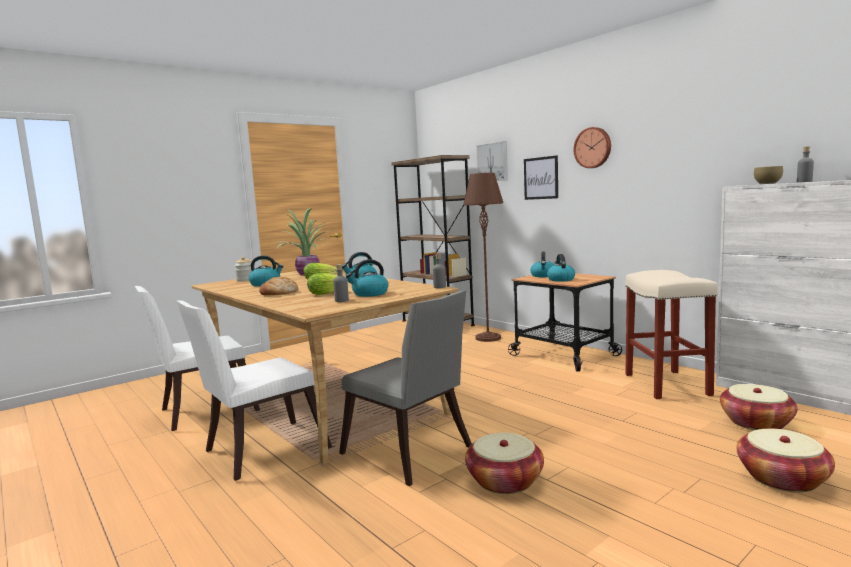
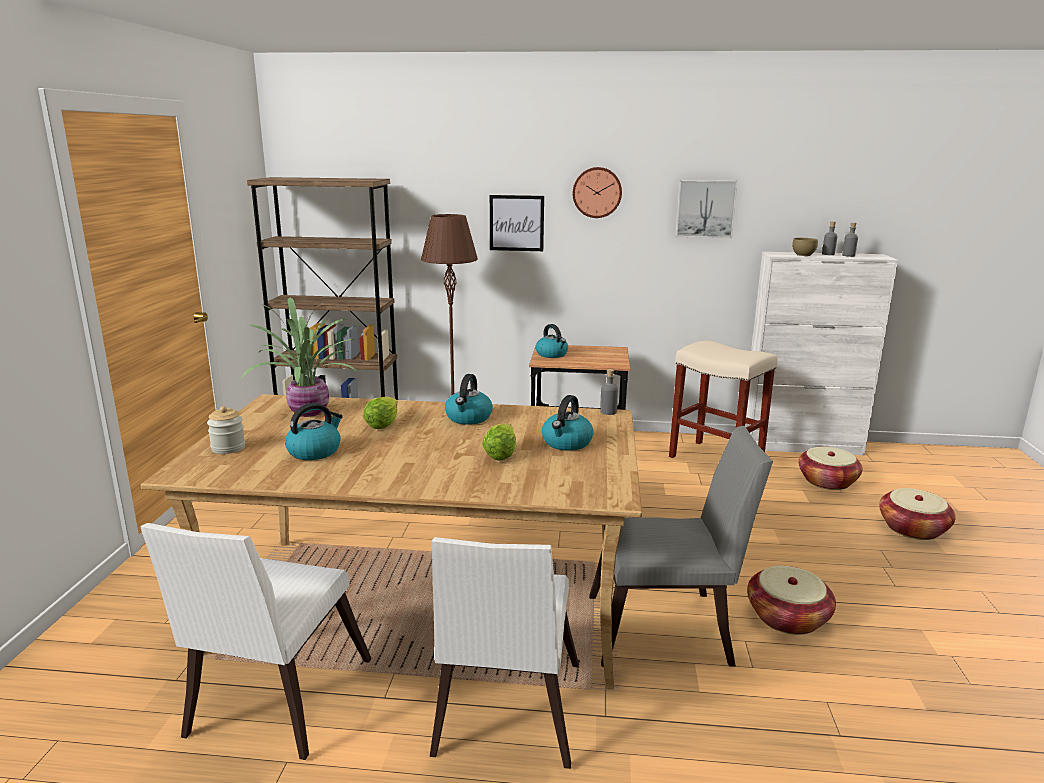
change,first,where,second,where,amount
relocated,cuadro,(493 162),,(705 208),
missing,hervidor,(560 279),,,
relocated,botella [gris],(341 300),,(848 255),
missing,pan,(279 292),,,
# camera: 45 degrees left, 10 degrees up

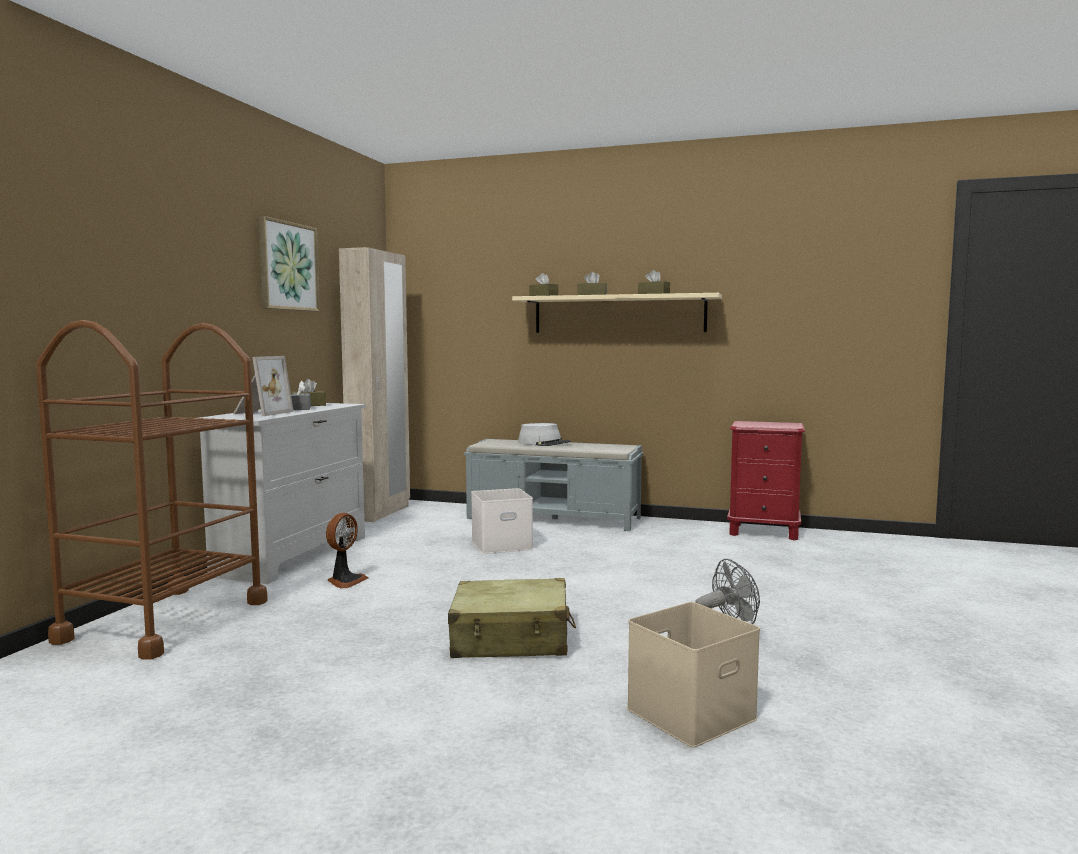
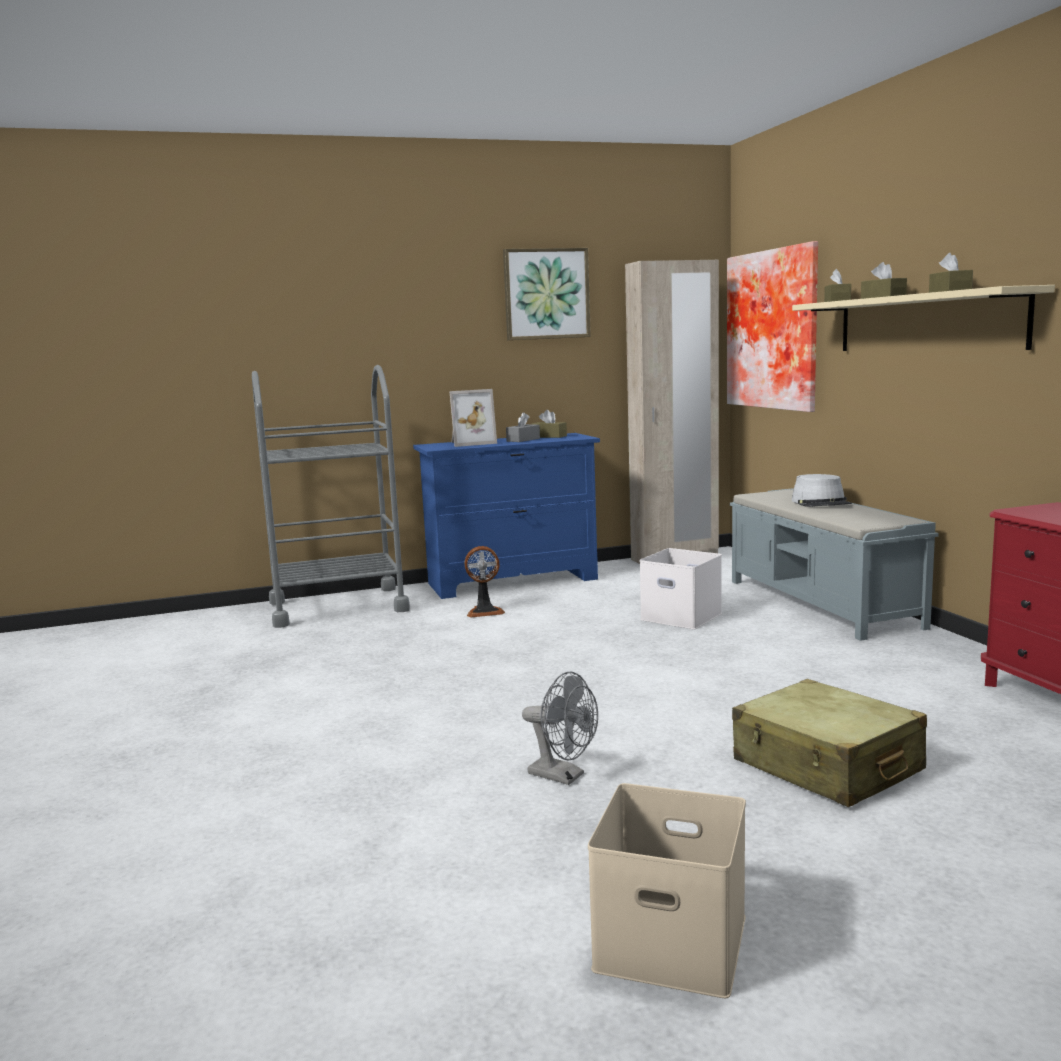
change,first,where,second,where,amount
colour,carrito [marrón],(165 621),carrito [gris],(338 606),
colour,cómoda [blanco],(294 555),cómoda [azul],(513 581),
relocated,maleta [beis],(511 639),,(826 766),
relocated,caja de almacenaje [beis],(691 712),,(674 941),
appeared,,,cuadro,(775 329),
# camera: 55 degrees right, 5 degrees up

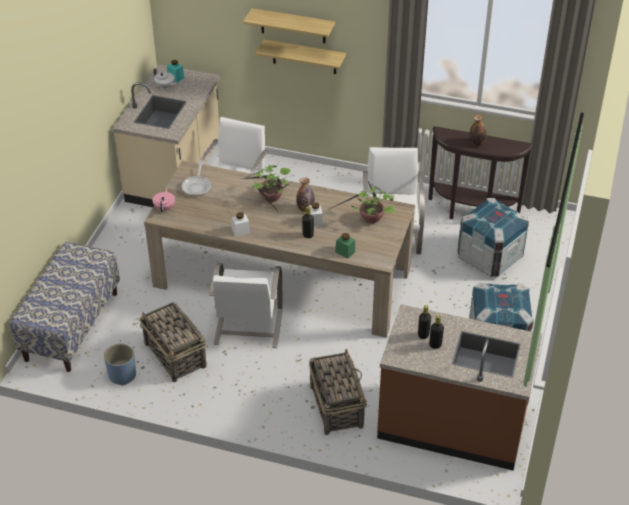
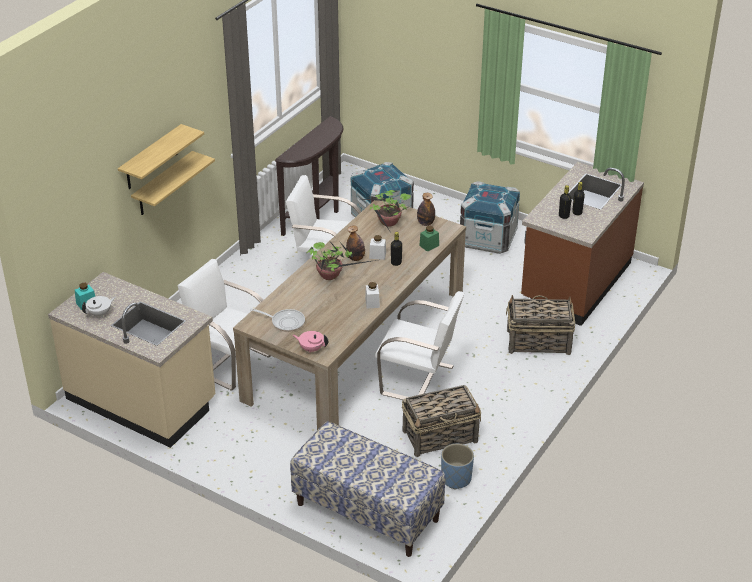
change,first,where,second,where,amount
relocated,botella,(477 143),,(425 223),
# camera: 75 degrees left, 5 degrees down

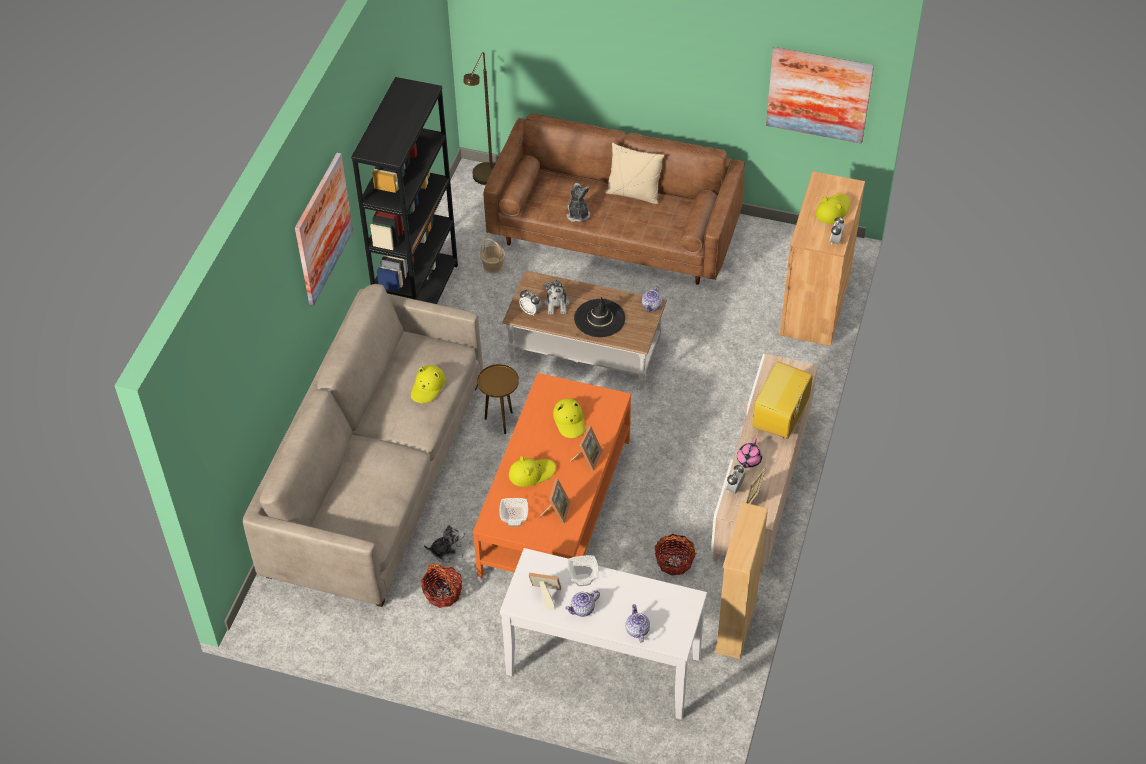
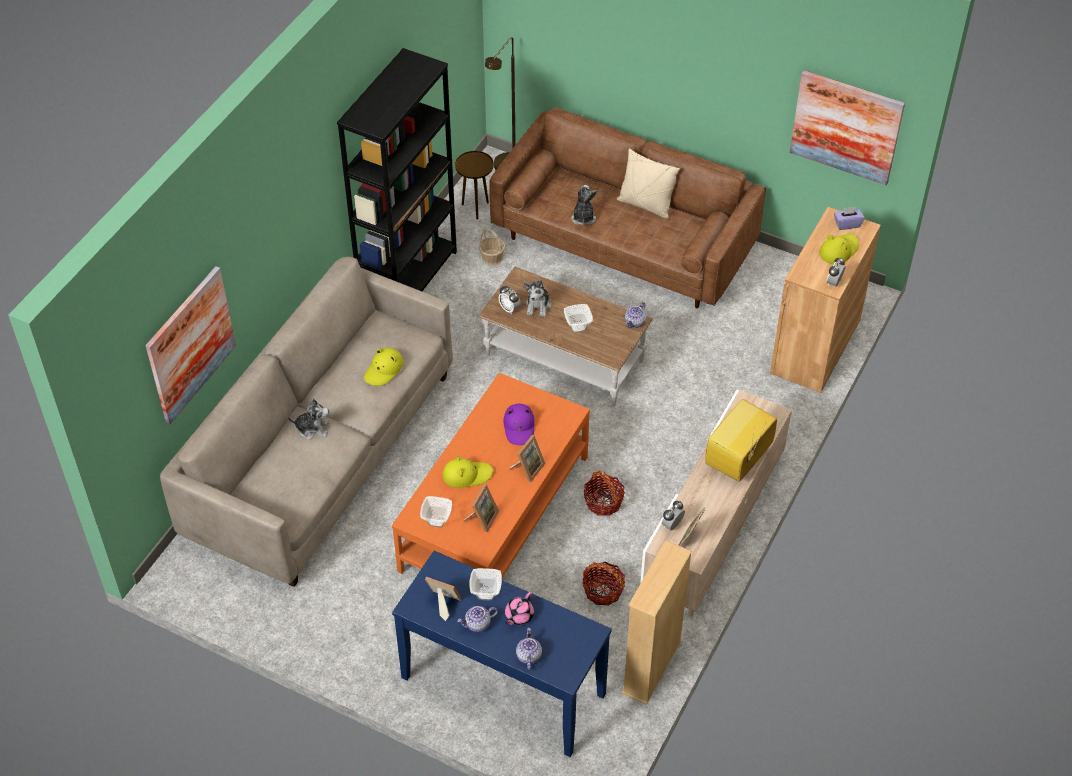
change,first,where,second,where,amount
relocated,cuadro,(322 228),,(190 344),
exchanged,sombrero [negro],(599 318),cuenco,(578 327),
relocated,mesa auxiliar [marrón],(500 421),,(475 208),
colour,sombrero [amarillo],(569 421),sombrero [morado],(519 427),
relocated,tetera [rosa],(748 460),,(518 616),
relocated,peluche,(447 551),,(312 428),
colour,mesa consola [blanco],(603 666),mesa consola [azul],(502 686),
relocated,cesta,(443 593),,(603 502),
appeared,,,caja de pañuelos [morado],(847 224),
# camera: 10 degrees right, 0 degrees up

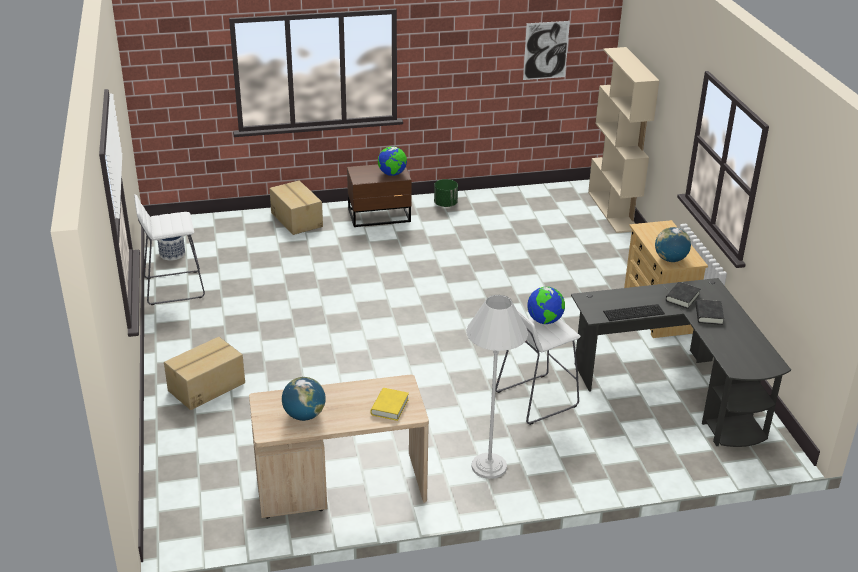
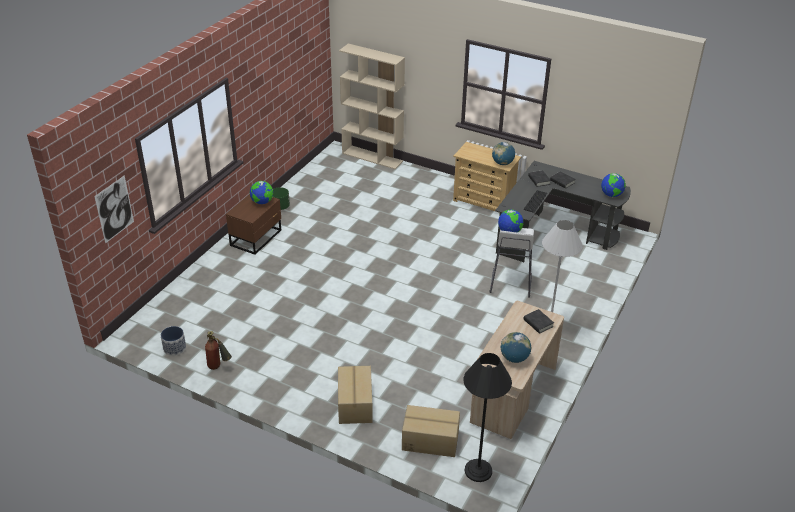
change,first,where,second,where,amount
relocated,cuadro,(546 50),,(114 209),
relocated,caja de cartón,(297 219),,(430 440),
exchanged,taburete [blanco],(173 287),extintor,(219 367),
colour,libro [amarillo],(389 407),libro [negro],(538 323),
appeared,,,globo terráqueo,(611 195),
appeared,,,lámpara de pie [negro],(478 470),
# camera: 50 degrees left, 5 degrees up

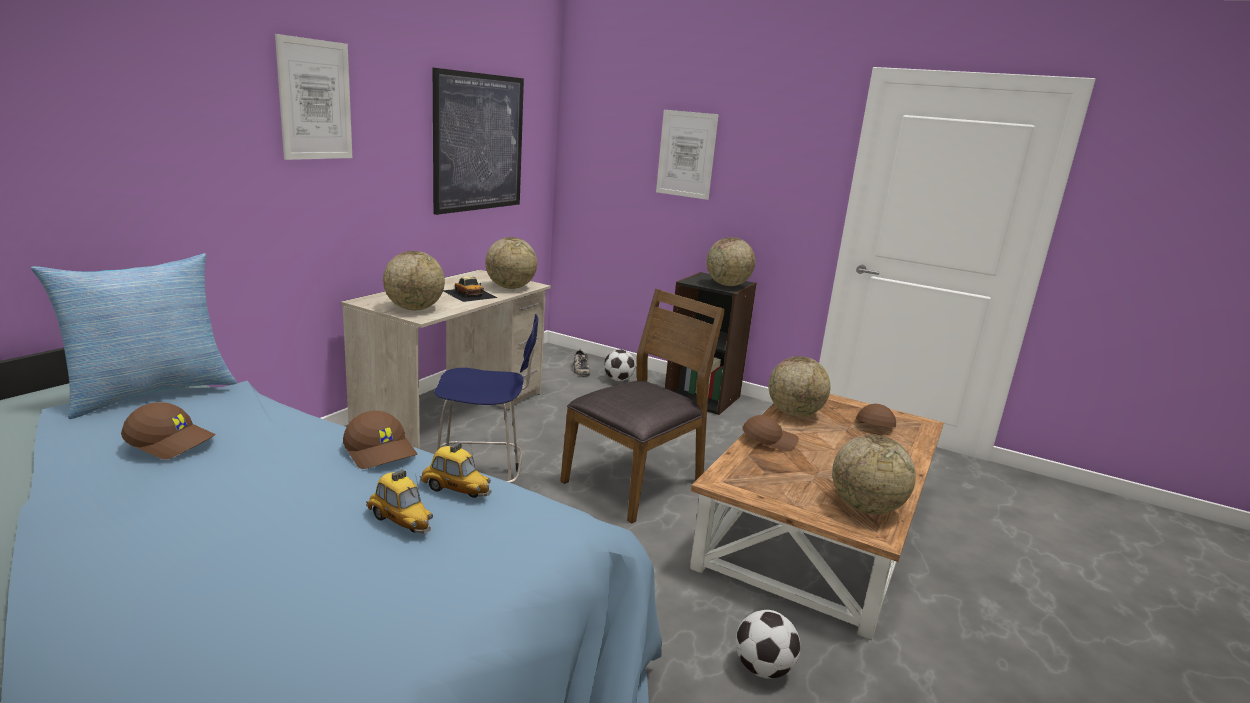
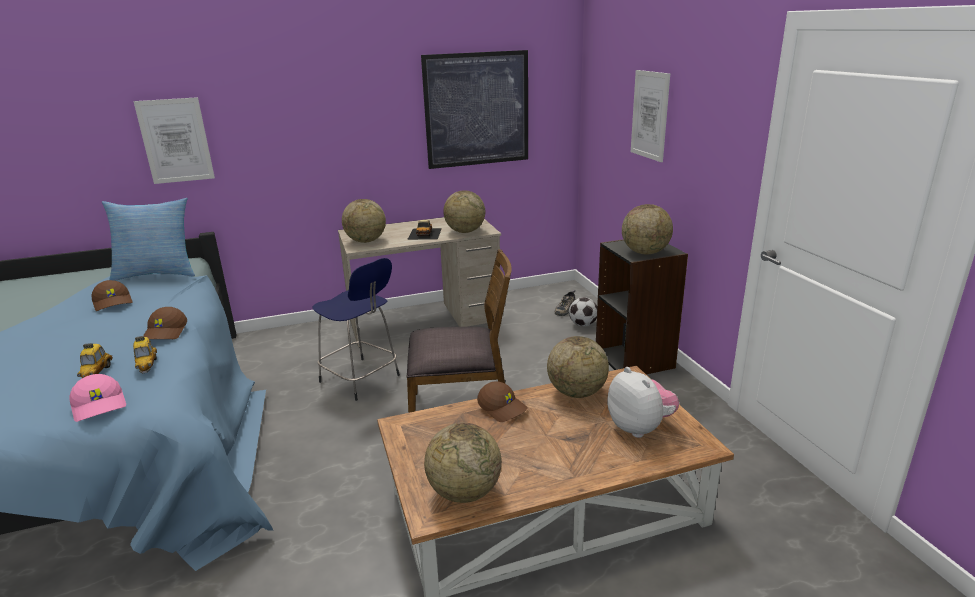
change,first,where,second,where,amount
relocated,cuadro,(315 100),,(175 141),
exchanged,gorra [marrón],(874 424),peluche,(640 428),
missing,balón de fútbol,(763 668),,,
appeared,,,gorra [rosa],(100 405),
# camera: 45 degrees right, 5 degrees up

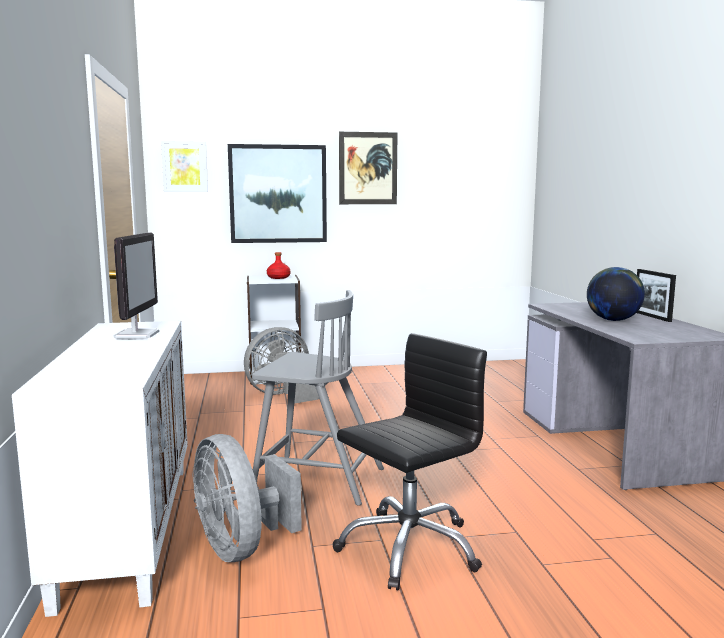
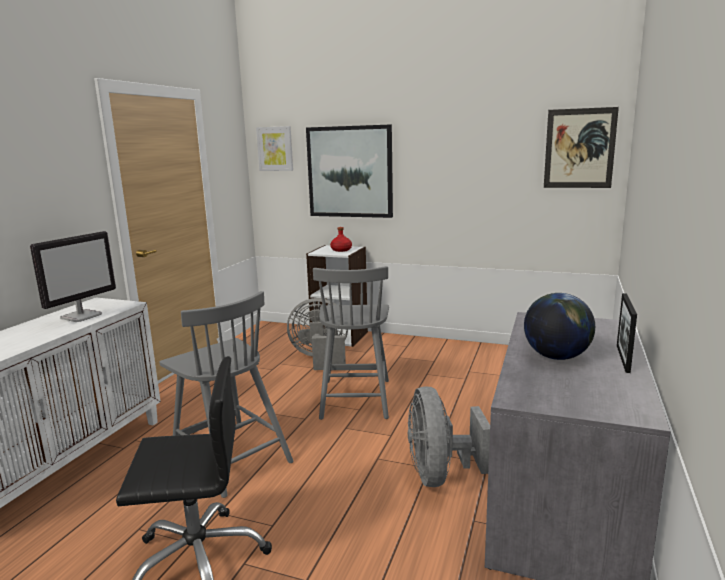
change,first,where,second,where,amount
relocated,cuadro,(368 168),,(579 148),
relocated,ventilador [gris],(241 547),,(440 475),
appeared,,,silla [gris],(355 398),
# camera: 30 degrees right, 5 degrees up

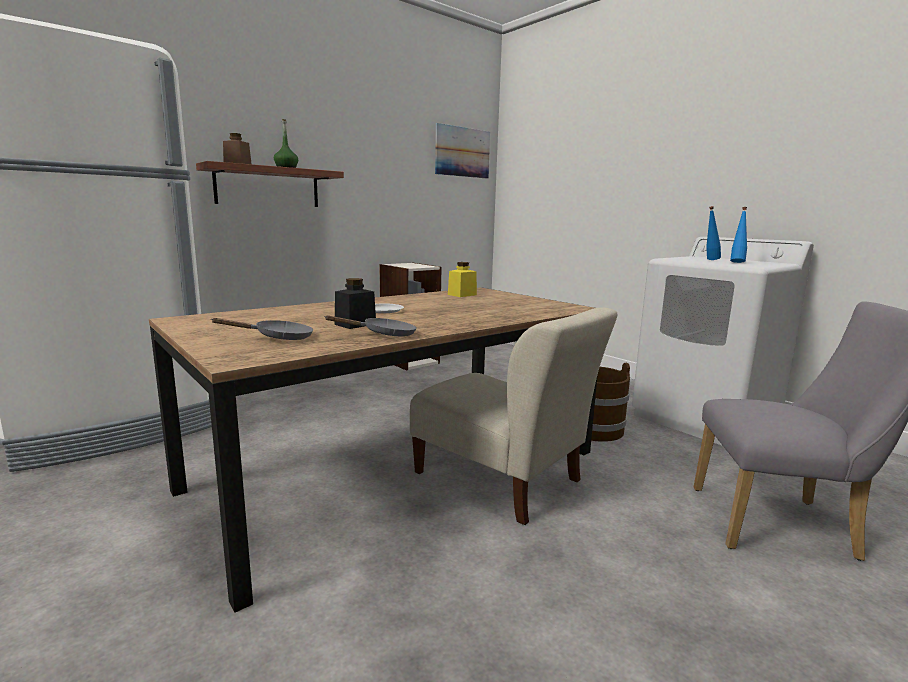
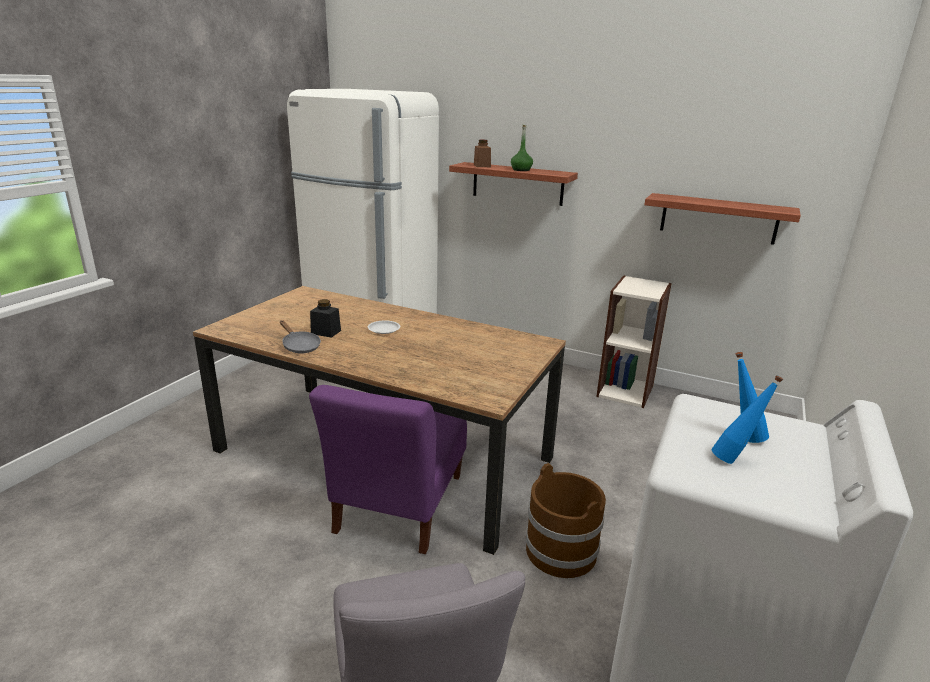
change,first,where,second,where,amount
missing,cuadro,(462 152),,,
missing,tarro [amarillo],(462 295),,,
colour,silla [beis],(502 480),silla [morado],(398 508),
missing,sartén [gris],(278 338),,,
appeared,,,estante,(718 218),
# camera: 65 degrees right, 10 degrees up

